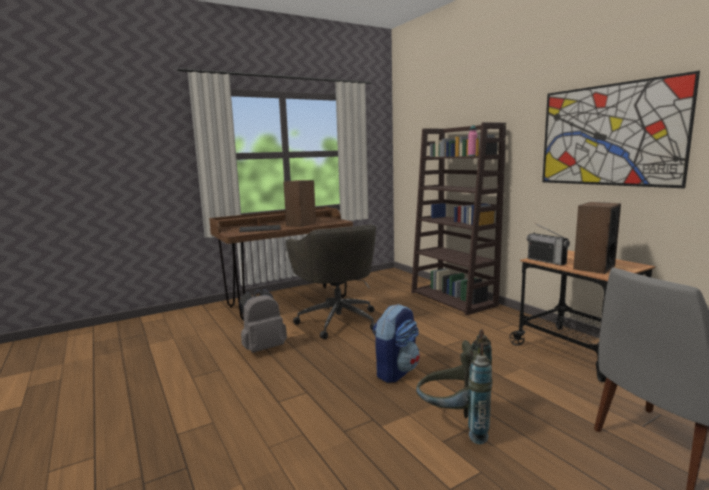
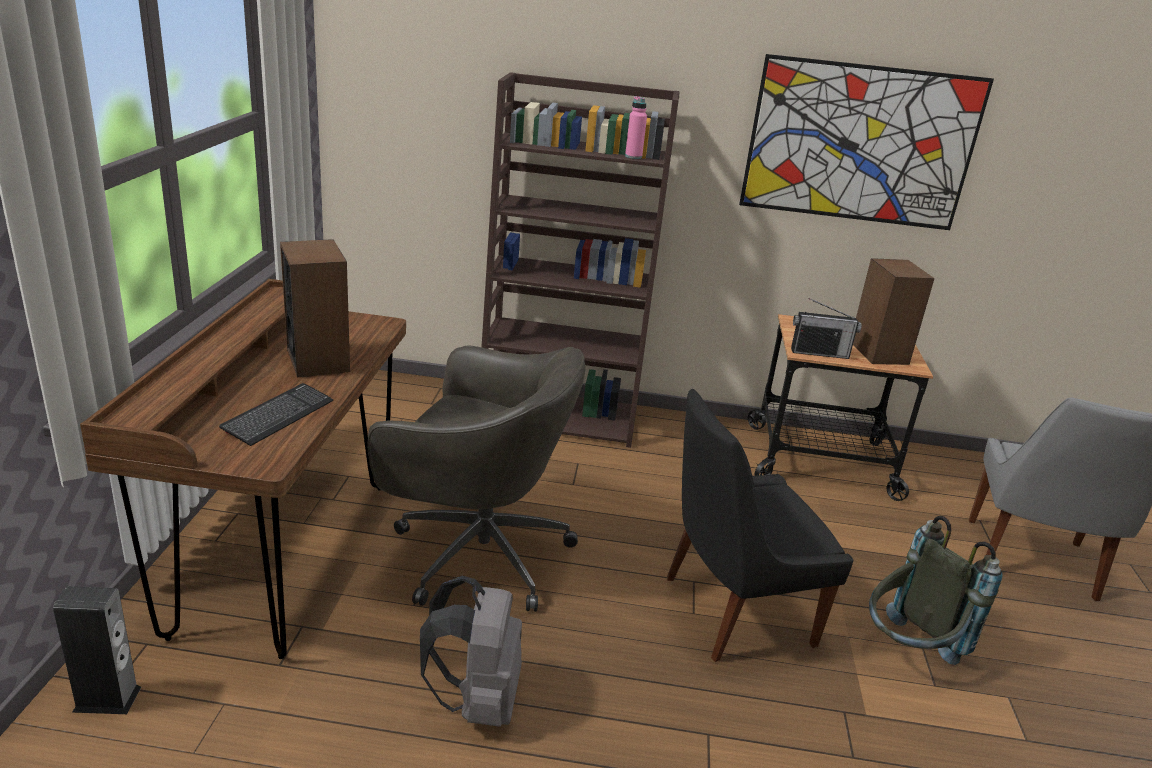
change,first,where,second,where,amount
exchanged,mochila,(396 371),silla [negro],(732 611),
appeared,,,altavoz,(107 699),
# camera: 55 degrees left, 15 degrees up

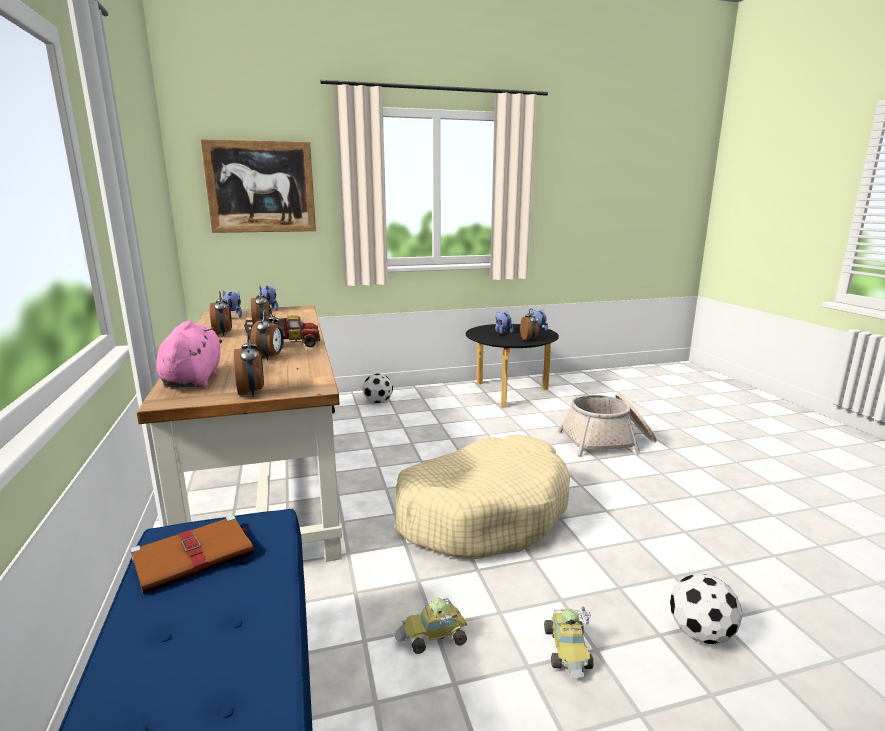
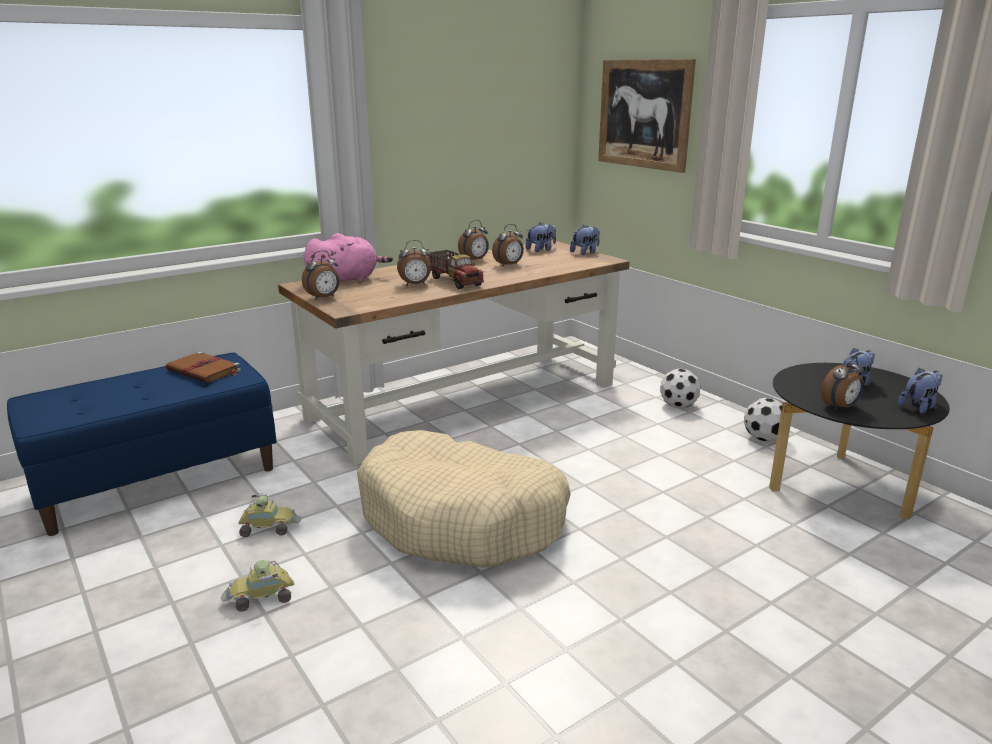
change,first,where,second,where,amount
missing,cesta,(608 441),,,
relocated,balón de fútbol,(700 633),,(764 438),
spun,coche de juguete,(434 637),,(268 527),120 degrees clockwise
# camera: 70 degrees right, 5 degrees up

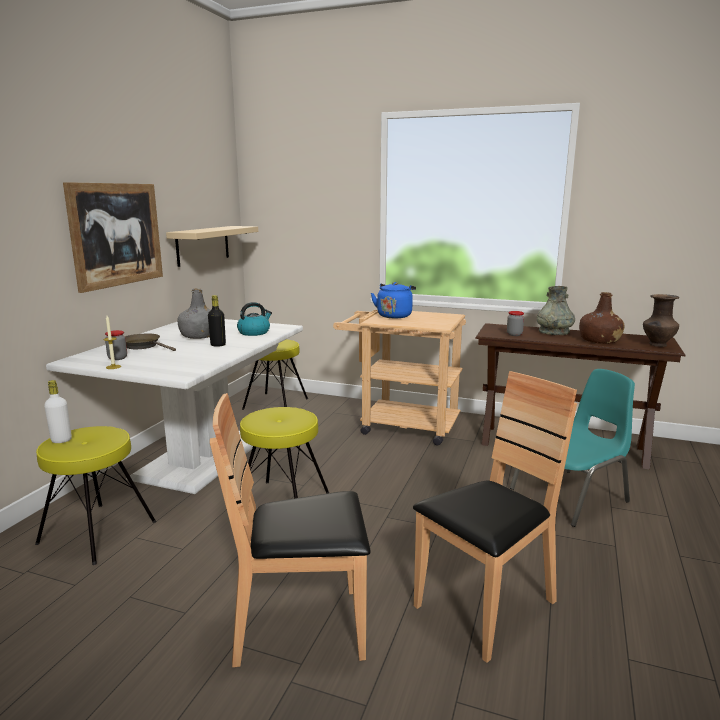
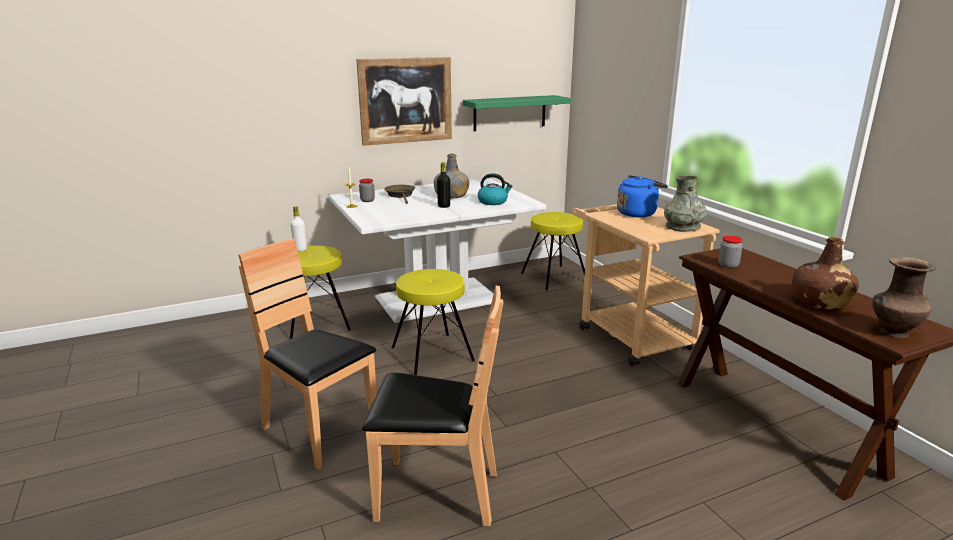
change,first,where,second,where,amount
colour,estante [beis],(203 245),estante [verde],(509 113),
relocated,florero [gris],(554 332),,(683 227),
missing,silla [turquesa],(571 495),,,
# camera: 45 degrees right, 5 degrees up

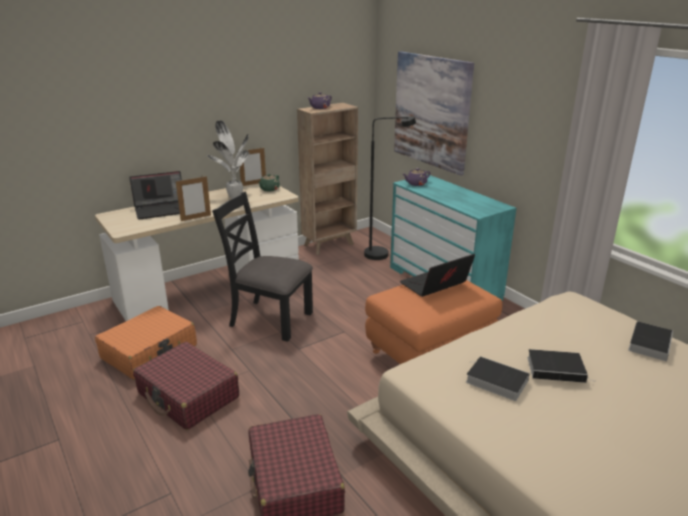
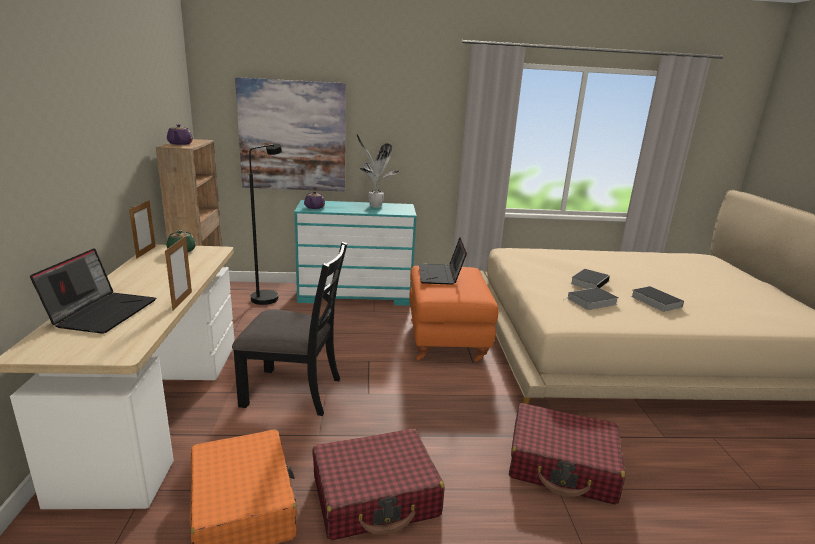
change,first,where,second,where,amount
relocated,planta en maceta,(234 196),,(374 206),
spun,silla [negro],(270 319),,(293 391),135 degrees counterclockwise
relocated,libro,(649 343),,(654 301),
# camera: 60 degrees left, 5 degrees down

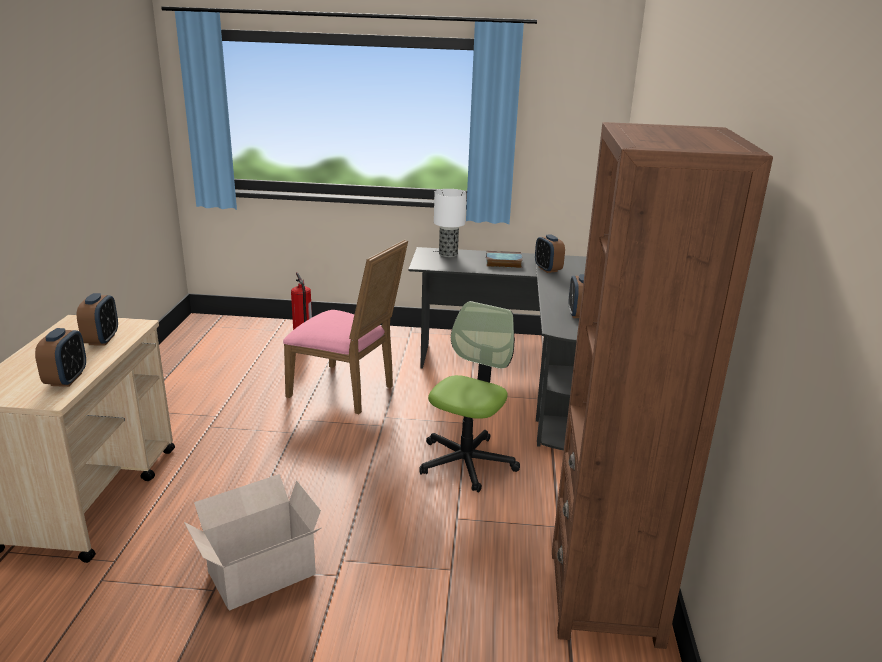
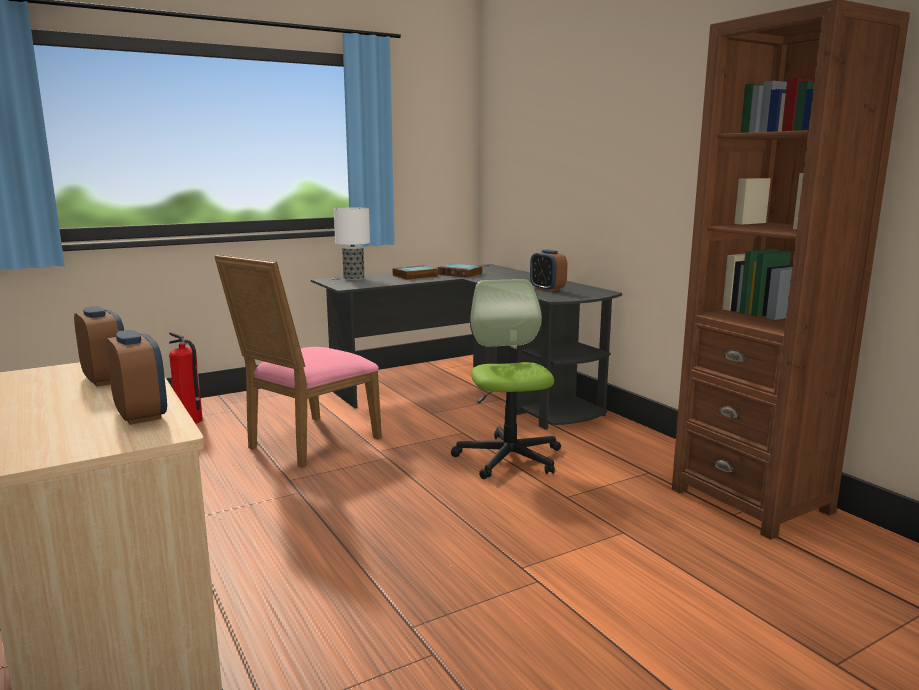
change,first,where,second,where,amount
exchanged,despertador,(547 269),libro,(461 274),
spun,silla [rosa],(347 391),,(307 444),135 degrees clockwise
missing,caja de cartón,(258 574),,,
# camera: 35 degrees left, 10 degrees down

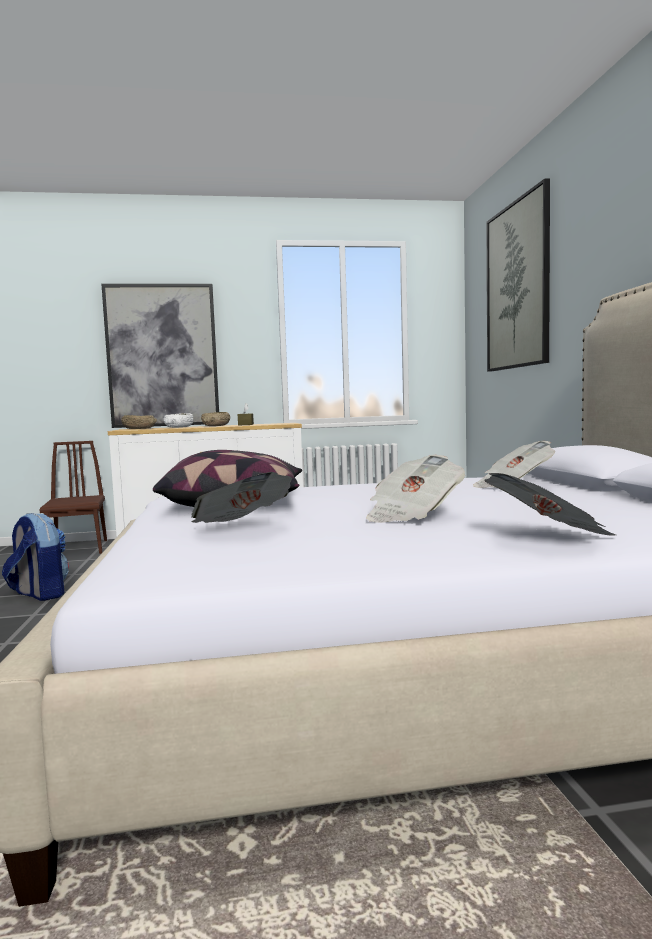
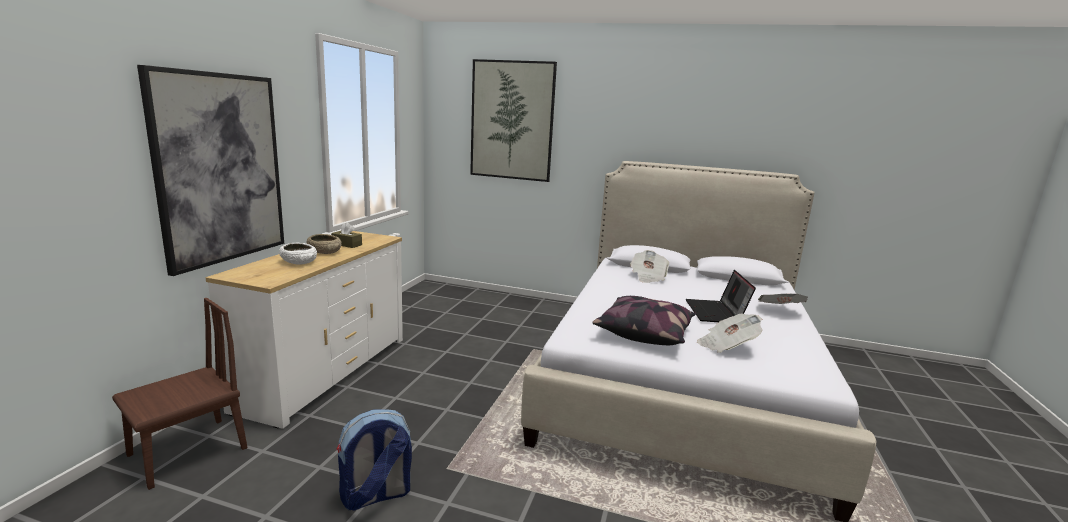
change,first,where,second,where,amount
missing,cuenco [beis],(139 428),,,
spun,silla [marrón],(78 549),,(187 452),120 degrees clockwise
exchanged,periódico,(412 515),portátil,(716 312),
# camera: 65 degrees left, 10 degrees up

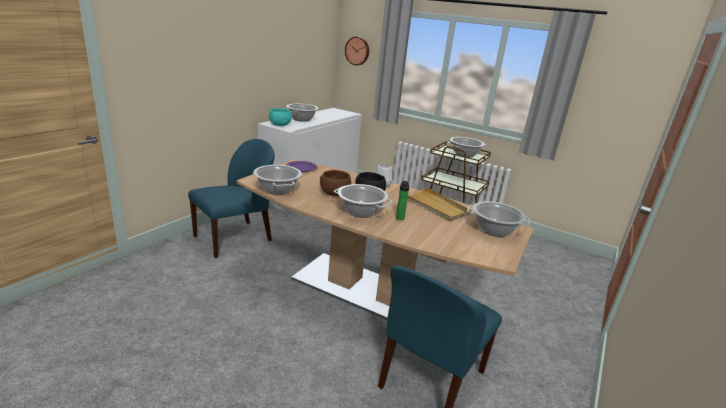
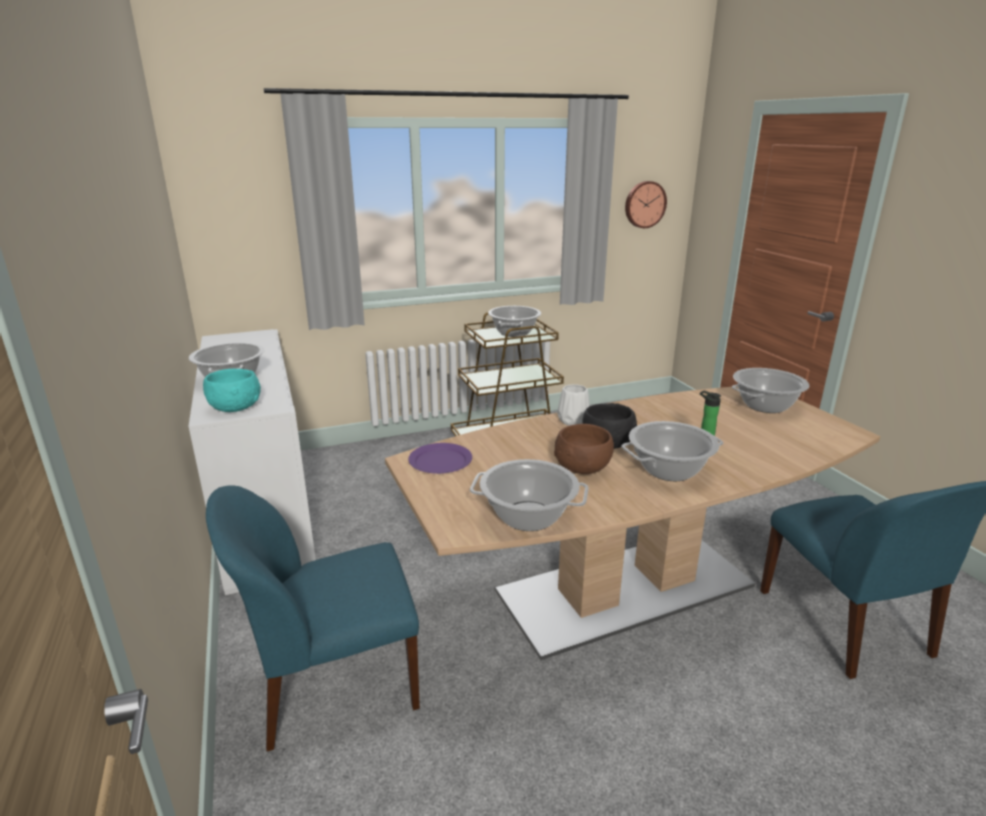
change,first,where,second,where,amount
relocated,reloj de pared,(357 51),,(644 204),
spun,silla [azul],(234 238),,(334 685),105 degrees counterclockwise
missing,bandeja [beis],(436 206),,,
# camera: 50 degrees left, 0 degrees up

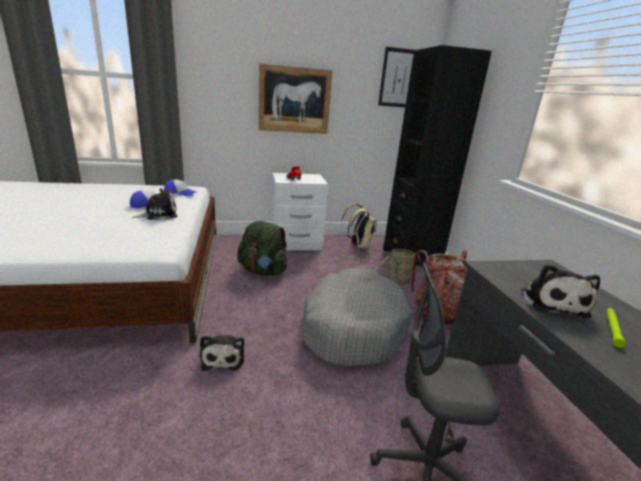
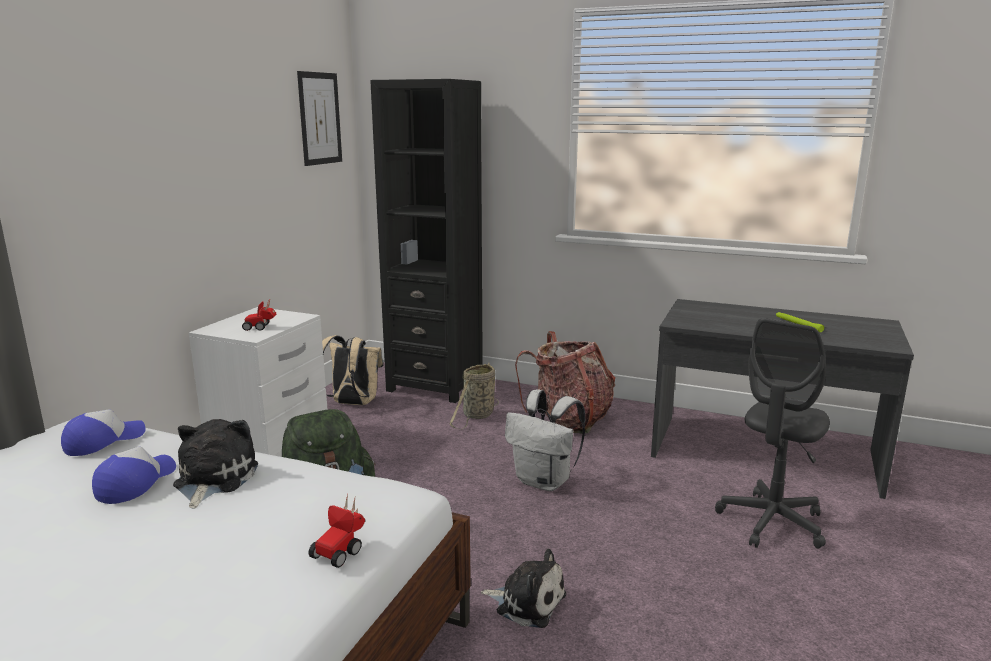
change,first,where,second,where,amount
missing,cuadro,(294 100),,,
missing,peluche,(552 302),,,
exchanged,cama para perro [gris],(352 327),mochila [blanco],(545 481),
appeared,,,coche de juguete,(341 550),
# camera: 55 degrees left, 5 degrees down

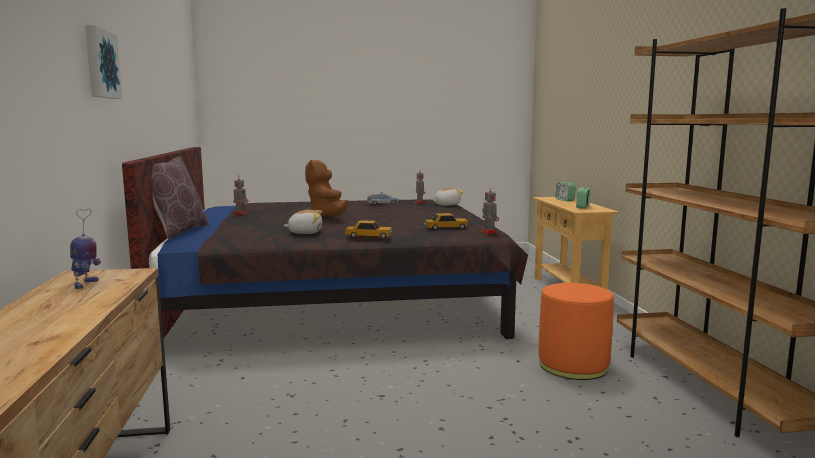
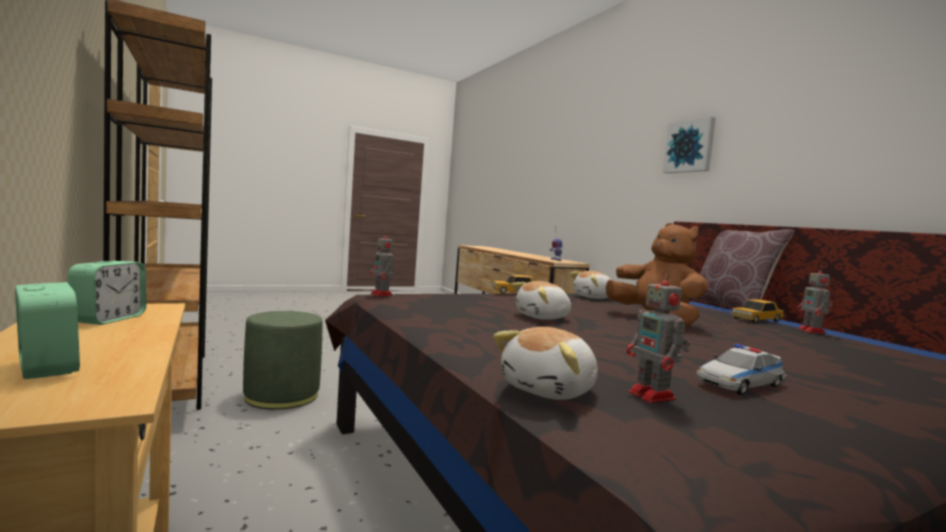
change,first,where,second,where,amount
relocated,coche de juguete,(446 228),,(757 319),
colour,puf [naranja],(573 365),puf [verde],(281 396),
appeared,,,peluche,(543 317),
# camera: 160 degrees right, 5 degrees down

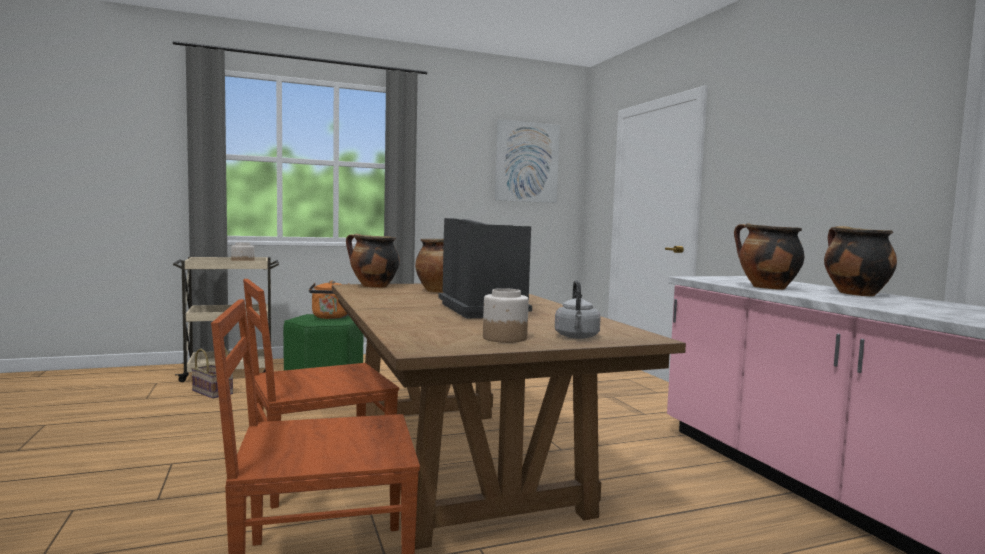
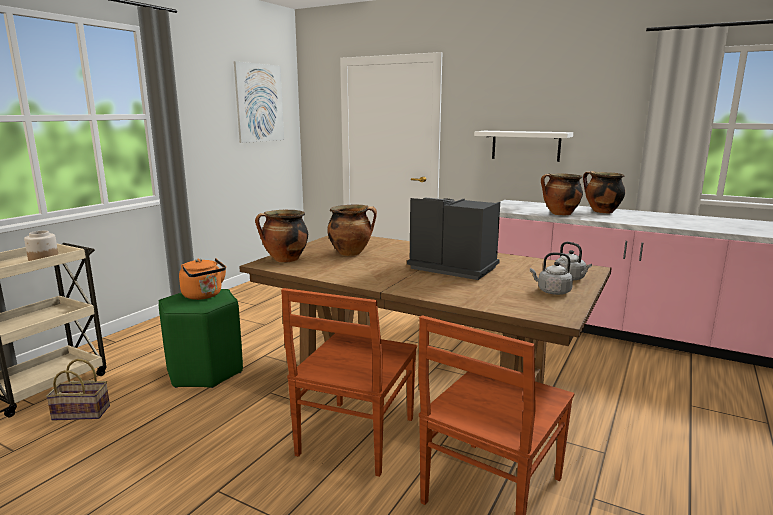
change,first,where,second,where,amount
exchanged,tarro,(504 338),hervidor [gris],(552 291),
appeared,,,estante [blanco],(525 145),
# camera: 40 degrees left, 10 degrees up

